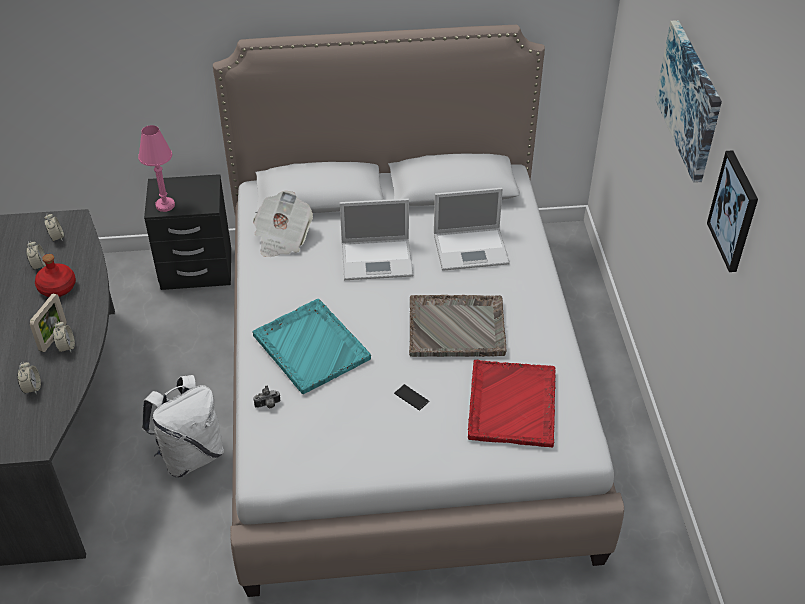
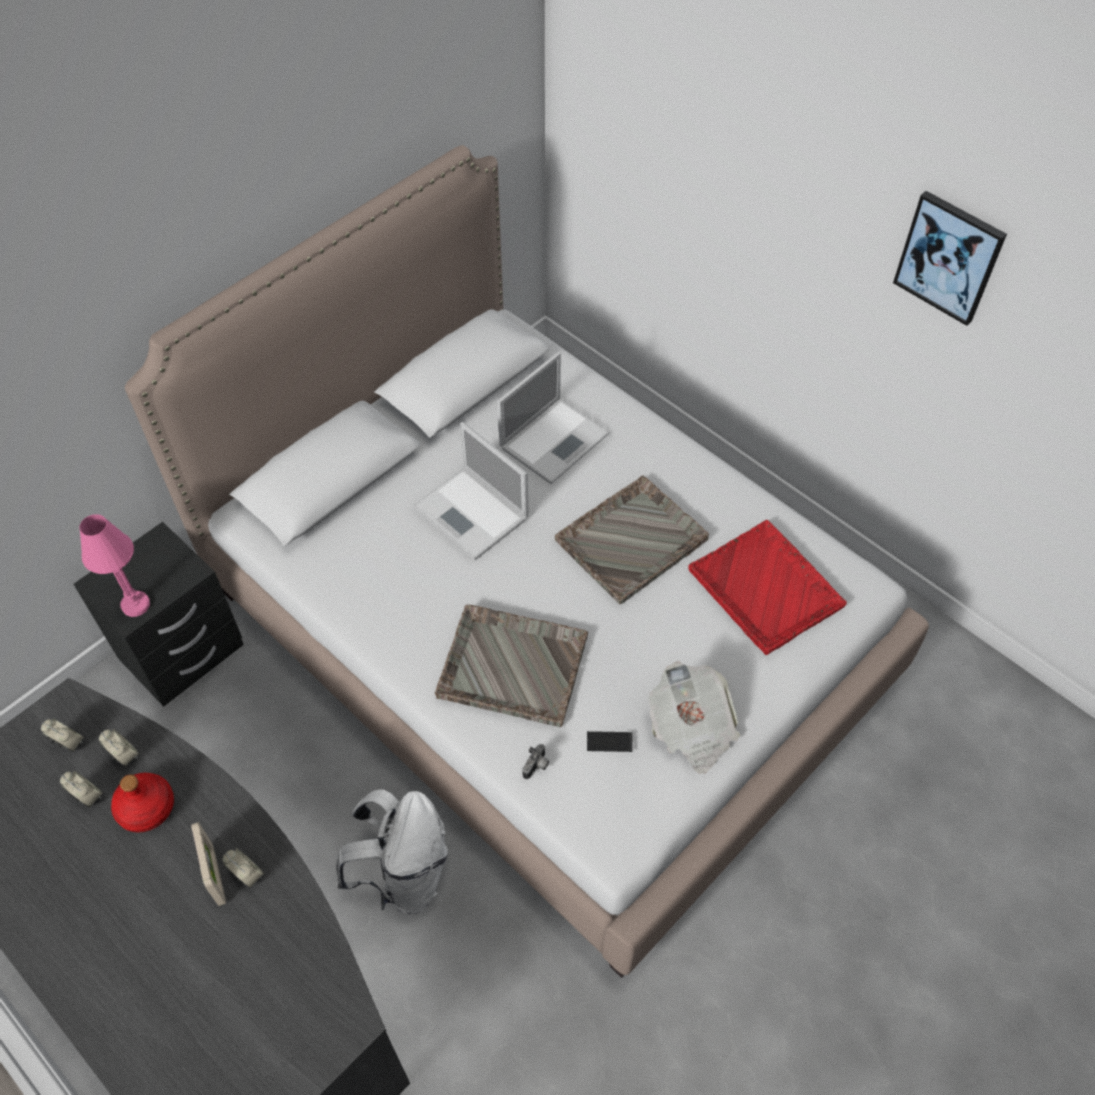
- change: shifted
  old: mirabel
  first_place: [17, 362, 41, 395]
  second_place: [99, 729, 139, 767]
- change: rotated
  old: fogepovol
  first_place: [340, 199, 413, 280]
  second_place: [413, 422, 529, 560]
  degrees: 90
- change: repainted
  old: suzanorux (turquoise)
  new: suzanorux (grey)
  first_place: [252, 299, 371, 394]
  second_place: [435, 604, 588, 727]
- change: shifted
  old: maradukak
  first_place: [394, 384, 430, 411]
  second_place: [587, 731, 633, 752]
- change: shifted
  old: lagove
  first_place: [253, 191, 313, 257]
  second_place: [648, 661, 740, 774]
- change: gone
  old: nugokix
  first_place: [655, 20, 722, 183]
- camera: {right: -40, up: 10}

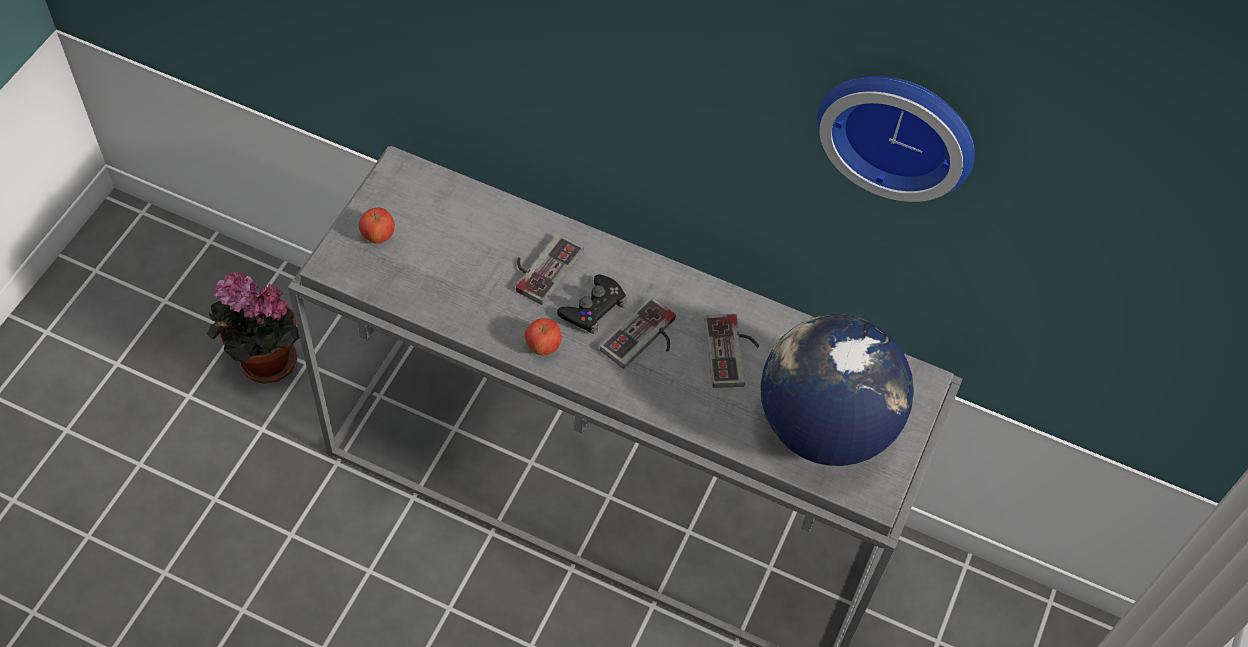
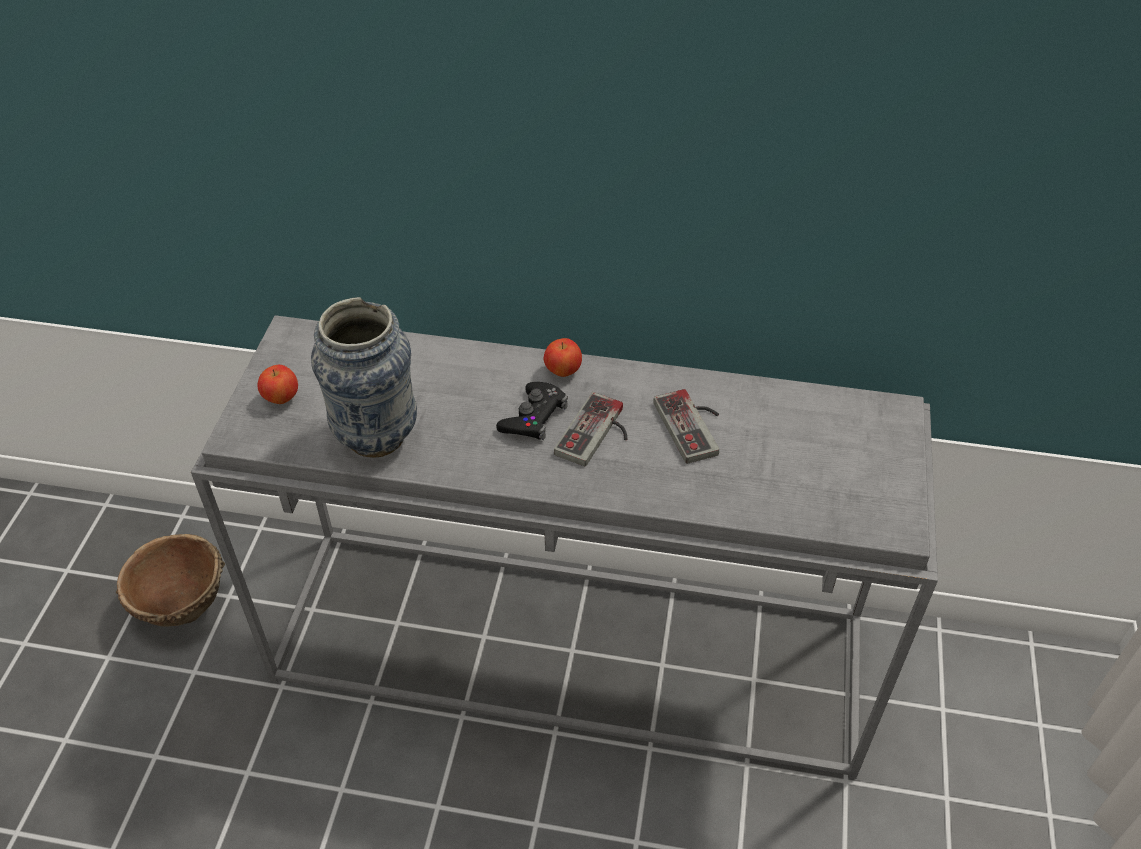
- change: swapped
  old: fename
  new: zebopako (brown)
  first_place: [207, 271, 300, 384]
  second_place: [116, 534, 225, 627]
- change: new
  new: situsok
  second_place: [311, 297, 417, 458]
- change: shifted
  old: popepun
  first_place: [525, 318, 562, 355]
  second_place: [544, 338, 582, 377]
- change: gone
  old: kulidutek
  first_place: [516, 234, 584, 305]
- change: gone
  old: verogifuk
  first_place: [761, 314, 914, 466]
- change: gone
  old: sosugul
  first_place: [817, 76, 975, 202]
- camera: {right: -10, up: -10}

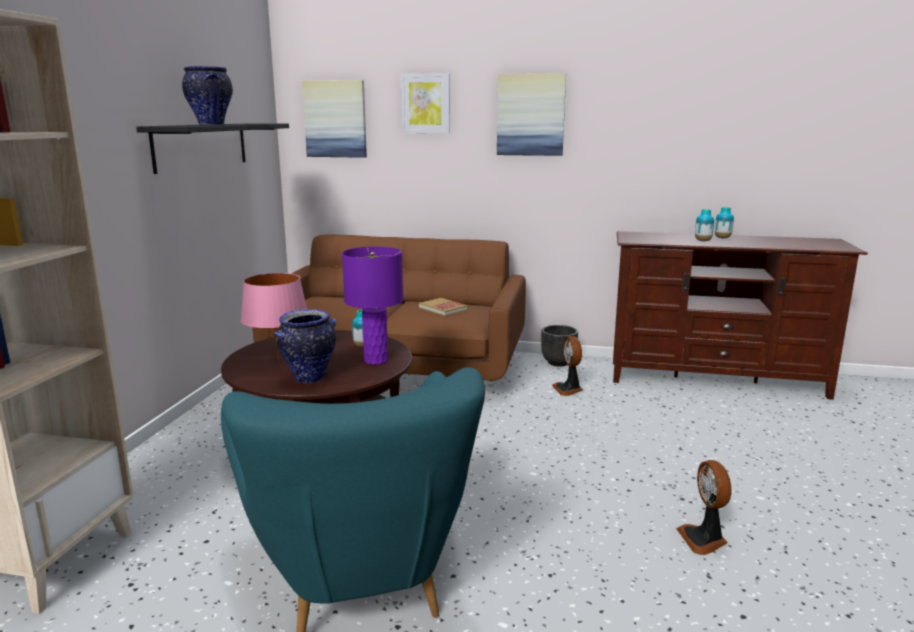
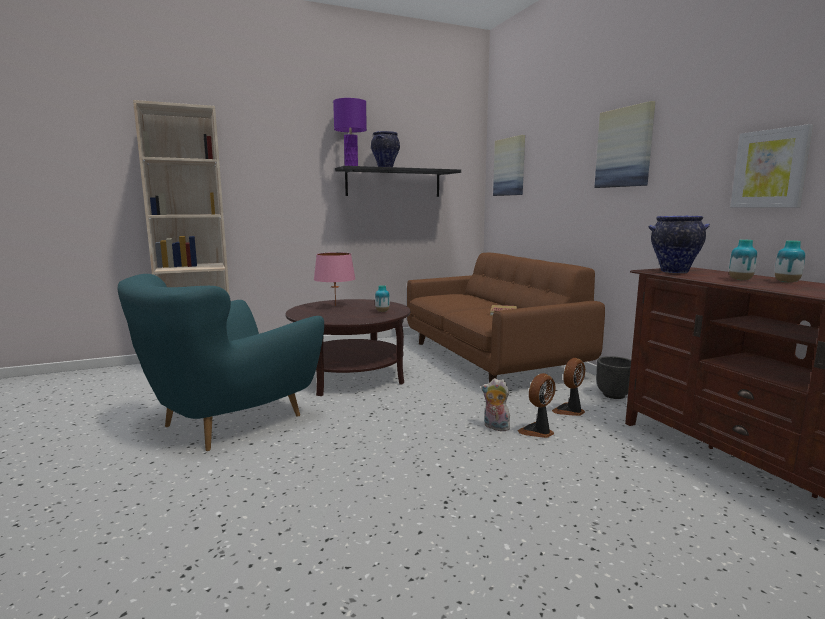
- change: shifted
  old: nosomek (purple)
  first_place: [342, 246, 403, 365]
  second_place: [333, 98, 367, 166]
- change: new
  new: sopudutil
  second_place: [481, 378, 510, 431]
- change: shifted
  old: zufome
  first_place: [676, 460, 731, 555]
  second_place: [518, 373, 556, 438]
- change: shifted
  old: situsok
  first_place: [273, 309, 336, 383]
  second_place: [648, 216, 710, 273]
- change: shifted
  old: nugokix
  first_place: [401, 73, 450, 133]
  second_place: [730, 124, 813, 207]
- camera: {right: 55, up: -5}

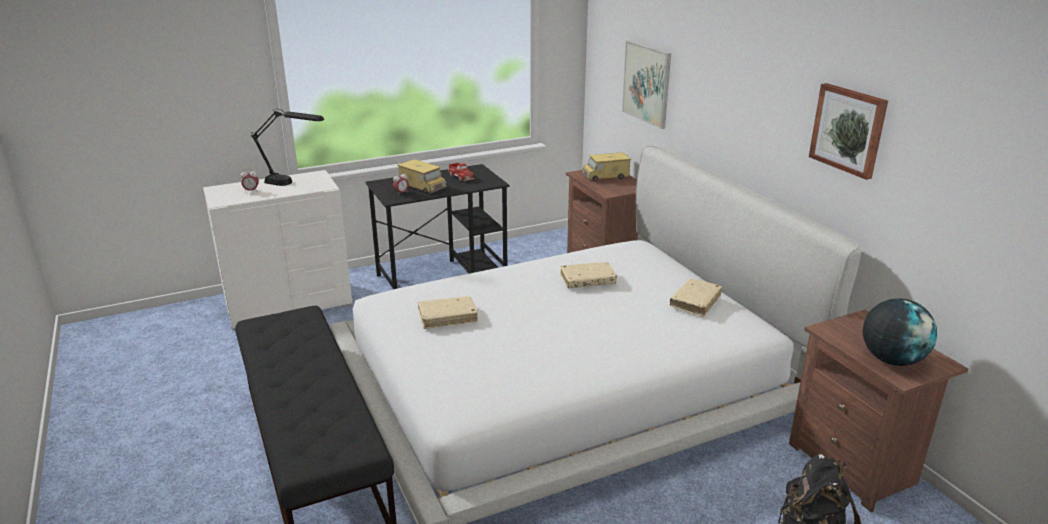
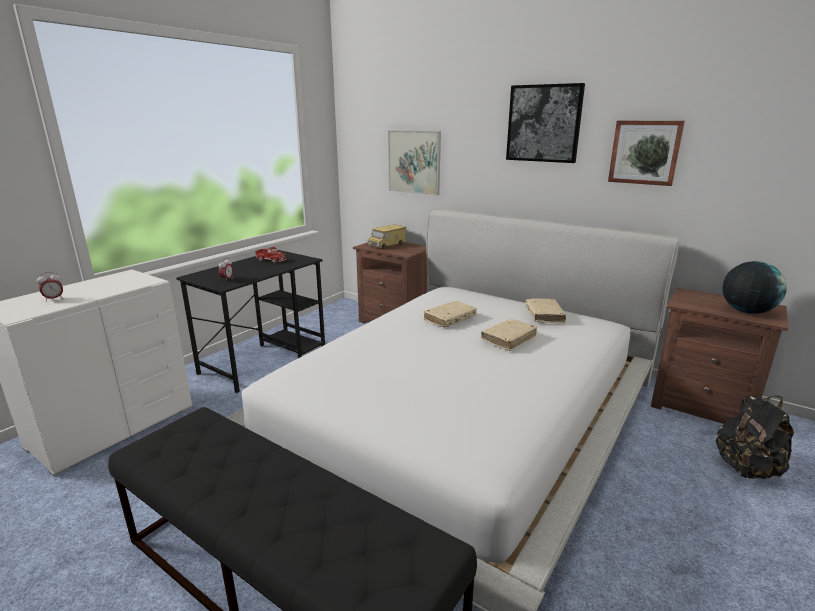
- change: shifted
  old: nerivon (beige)
  first_place: [418, 296, 478, 329]
  second_place: [481, 319, 537, 351]
- change: new
  new: nugokix
  second_place: [506, 83, 585, 163]
- change: gone
  old: nosomek (black)
  first_place: [251, 109, 324, 186]
- change: gone
  old: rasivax
  first_place: [397, 159, 447, 194]
- camera: {right: -30, up: -5}

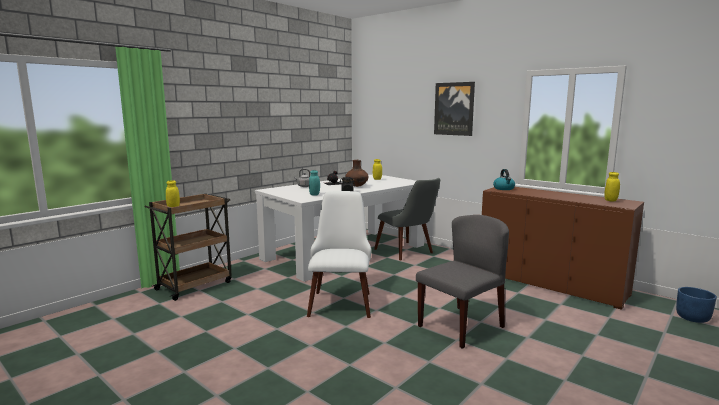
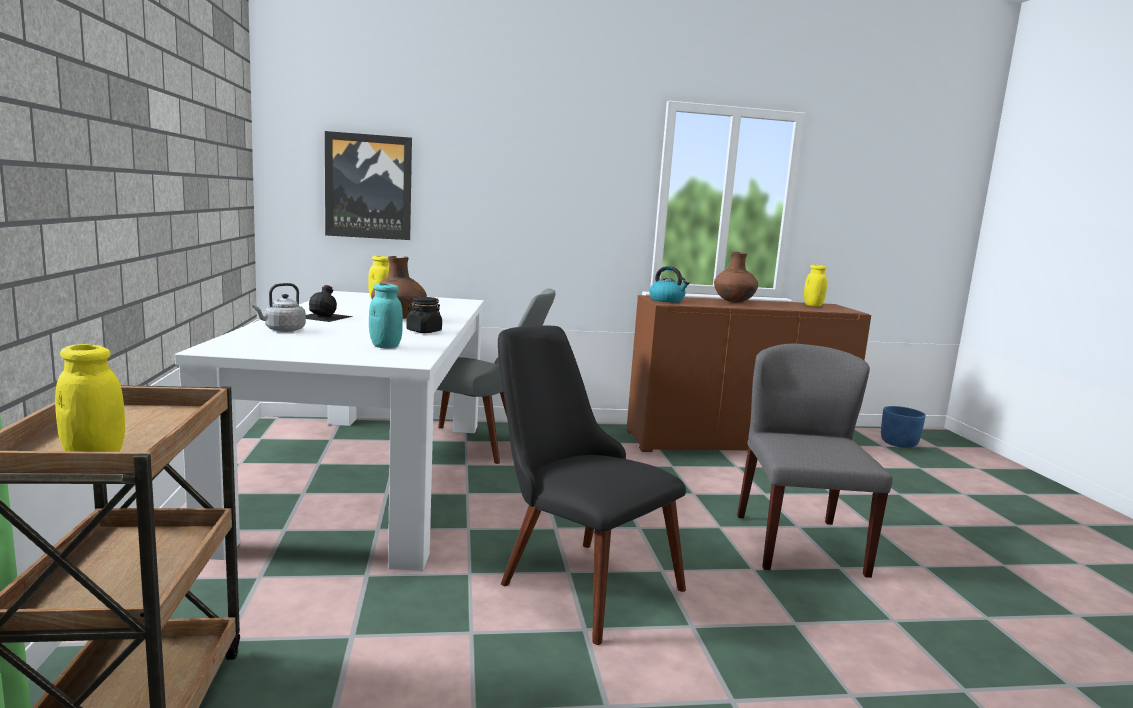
- change: shifted
  old: nugokix
  first_place: [434, 82, 475, 136]
  second_place: [325, 131, 412, 240]
- change: repainted
  old: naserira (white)
  new: naserira (black)
  first_place: [307, 191, 371, 318]
  second_place: [498, 325, 686, 645]
- change: new
  new: situsok (brown)
  second_place: [714, 252, 758, 303]
- camera: {right: -50, up: 0}

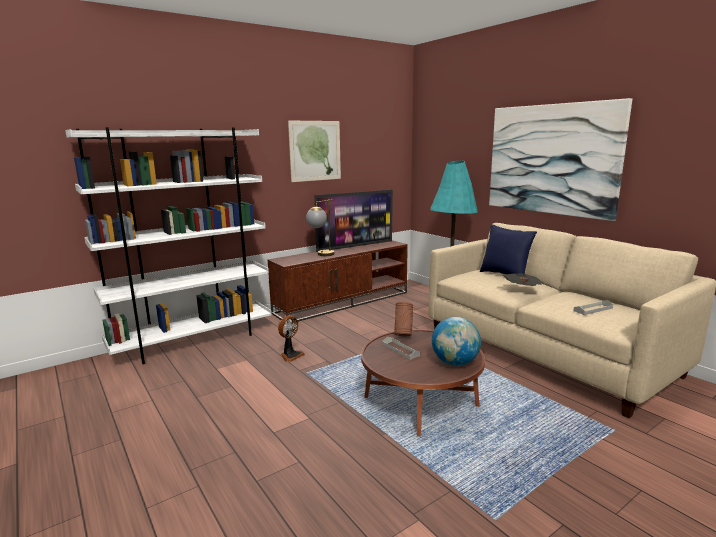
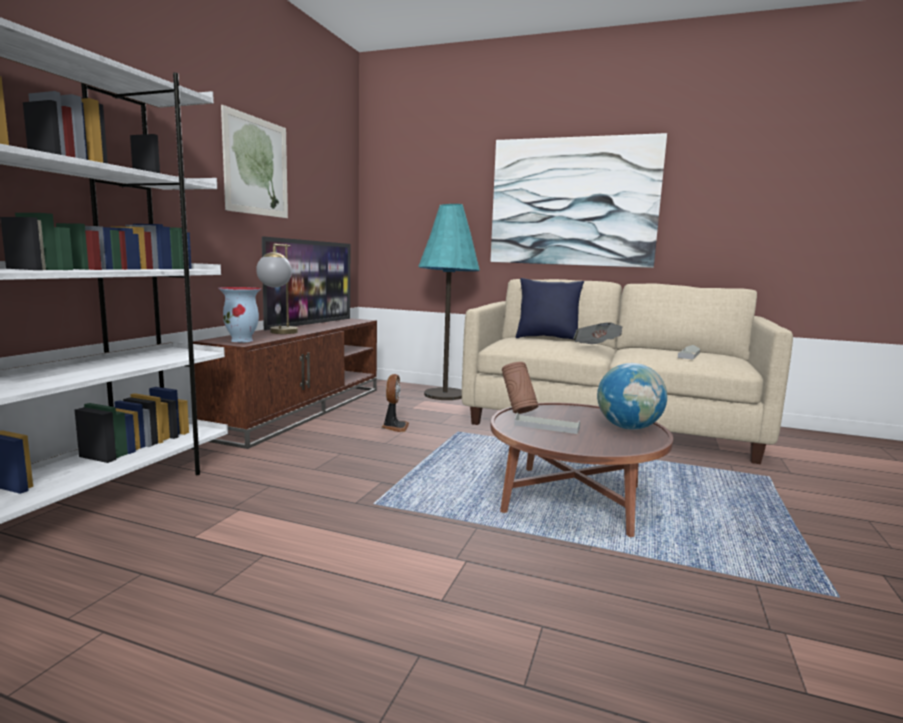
- change: new
  new: situsok
  second_place: [218, 287, 261, 343]
- change: shifted
  old: zufome
  first_place: [278, 316, 305, 362]
  second_place: [382, 374, 409, 432]
- camera: {right: -35, up: -5}

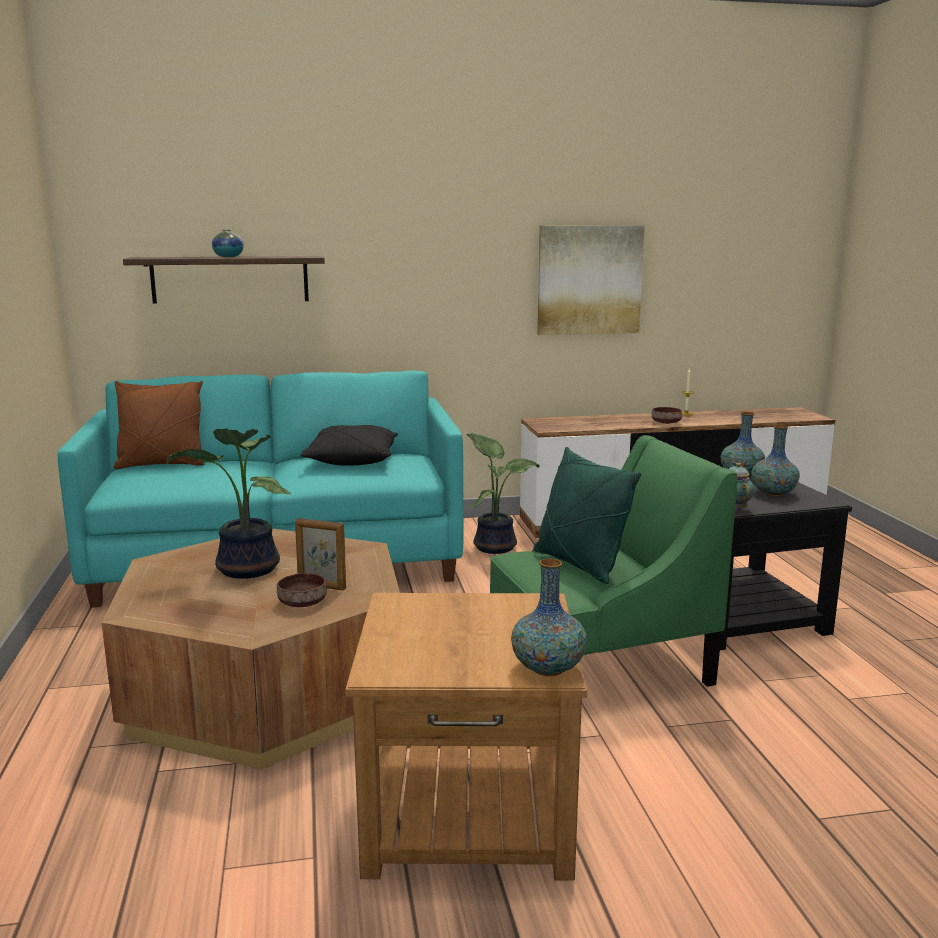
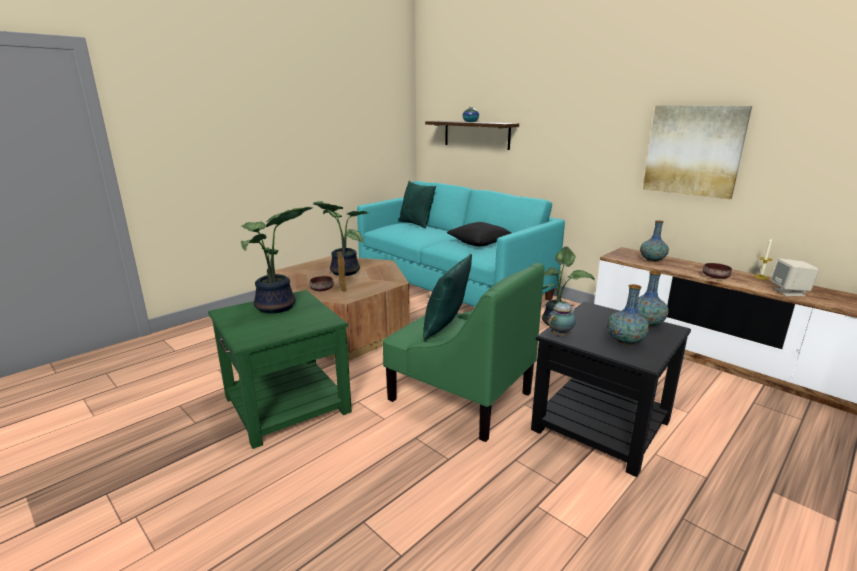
- change: repainted
  old: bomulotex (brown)
  new: bomulotex (green)
  first_place: [345, 593, 587, 881]
  second_place: [208, 290, 352, 449]
- change: new
  new: fename
  second_place: [240, 207, 313, 314]
- change: repainted
  old: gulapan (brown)
  new: gulapan (green)
  first_place: [113, 381, 205, 469]
  second_place: [398, 181, 436, 228]
- change: shifted
  old: situsok
  first_place: [511, 559, 587, 676]
  second_place: [640, 220, 669, 262]
- change: new
  new: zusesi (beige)
  second_place: [771, 258, 819, 296]
- camera: {right: 55, up: 5}

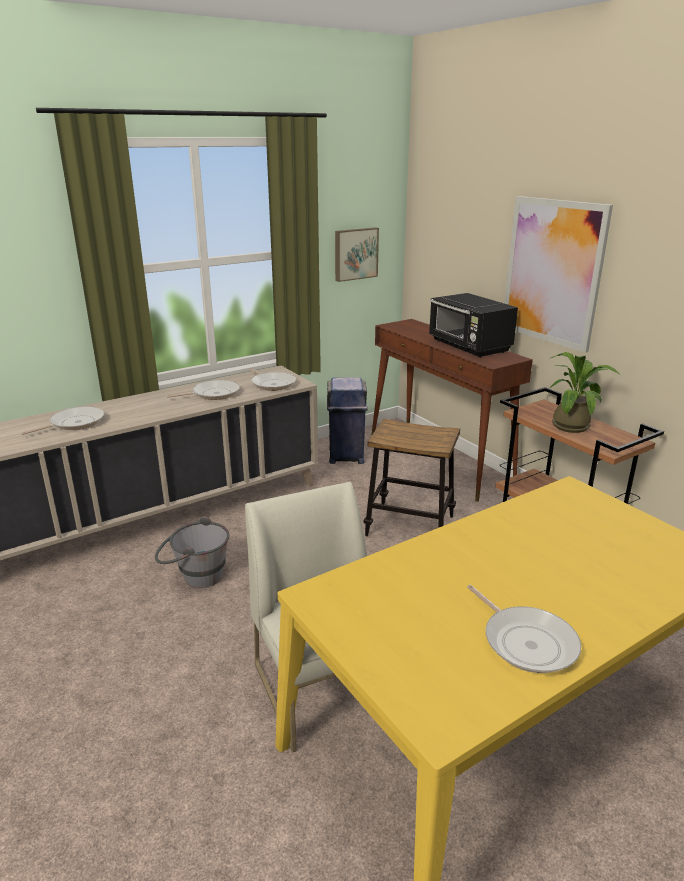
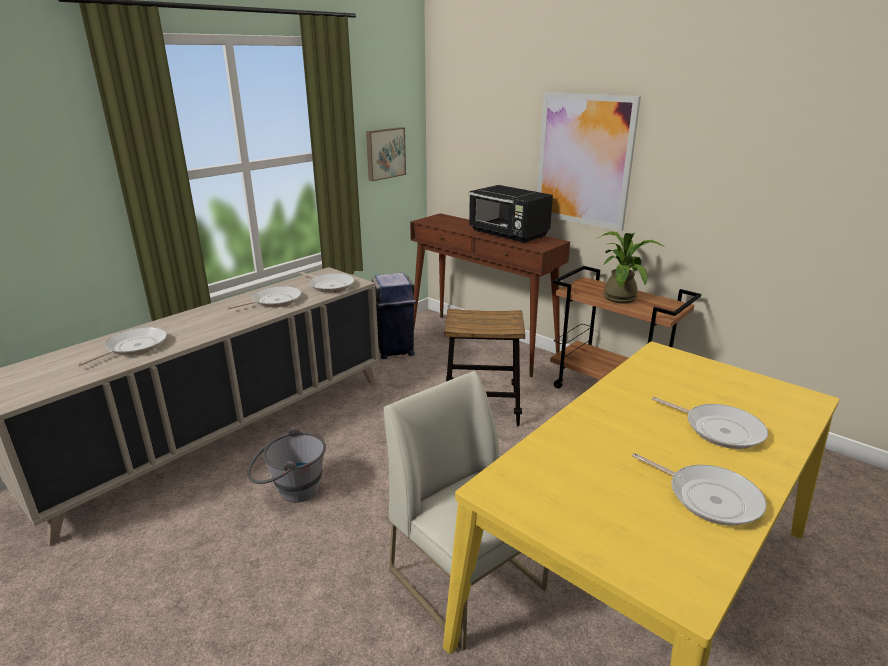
- change: new
  new: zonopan
  second_place: [652, 397, 768, 449]
- camera: {right: -15, up: 0}

